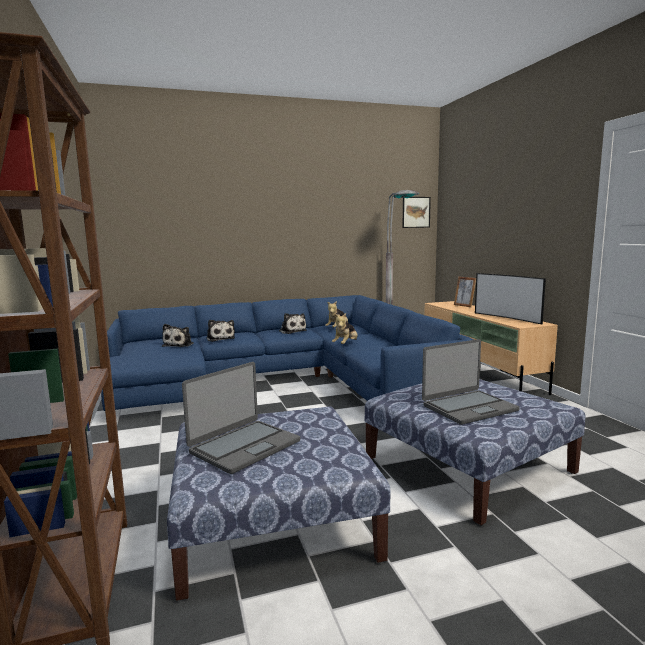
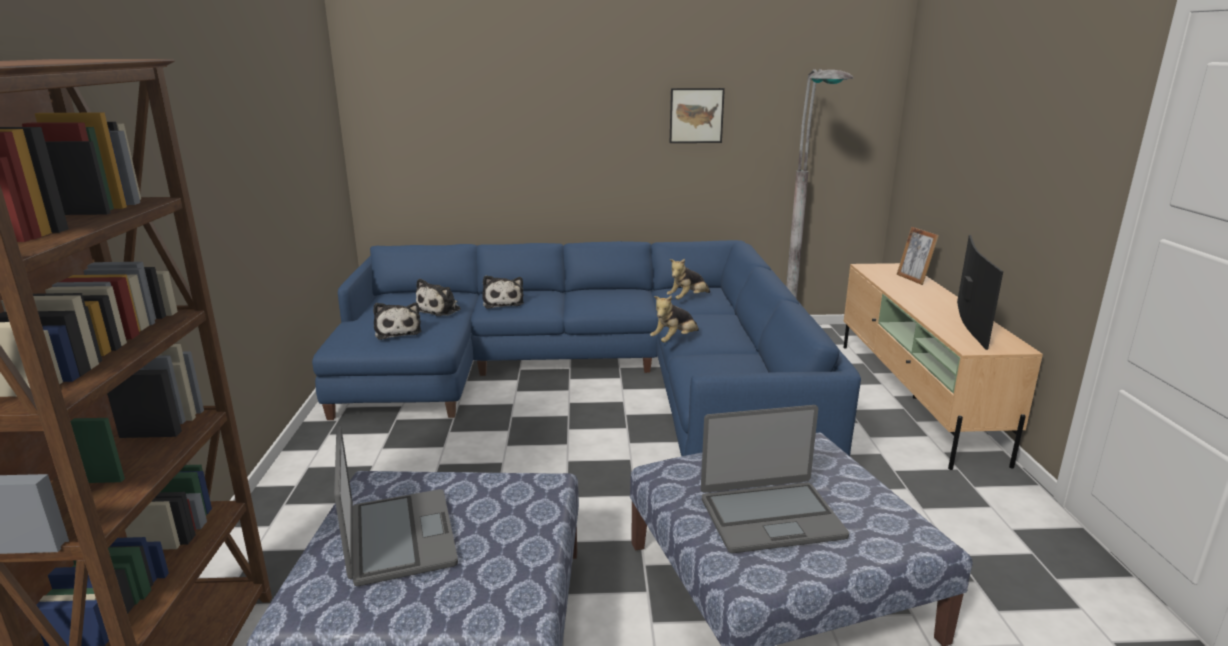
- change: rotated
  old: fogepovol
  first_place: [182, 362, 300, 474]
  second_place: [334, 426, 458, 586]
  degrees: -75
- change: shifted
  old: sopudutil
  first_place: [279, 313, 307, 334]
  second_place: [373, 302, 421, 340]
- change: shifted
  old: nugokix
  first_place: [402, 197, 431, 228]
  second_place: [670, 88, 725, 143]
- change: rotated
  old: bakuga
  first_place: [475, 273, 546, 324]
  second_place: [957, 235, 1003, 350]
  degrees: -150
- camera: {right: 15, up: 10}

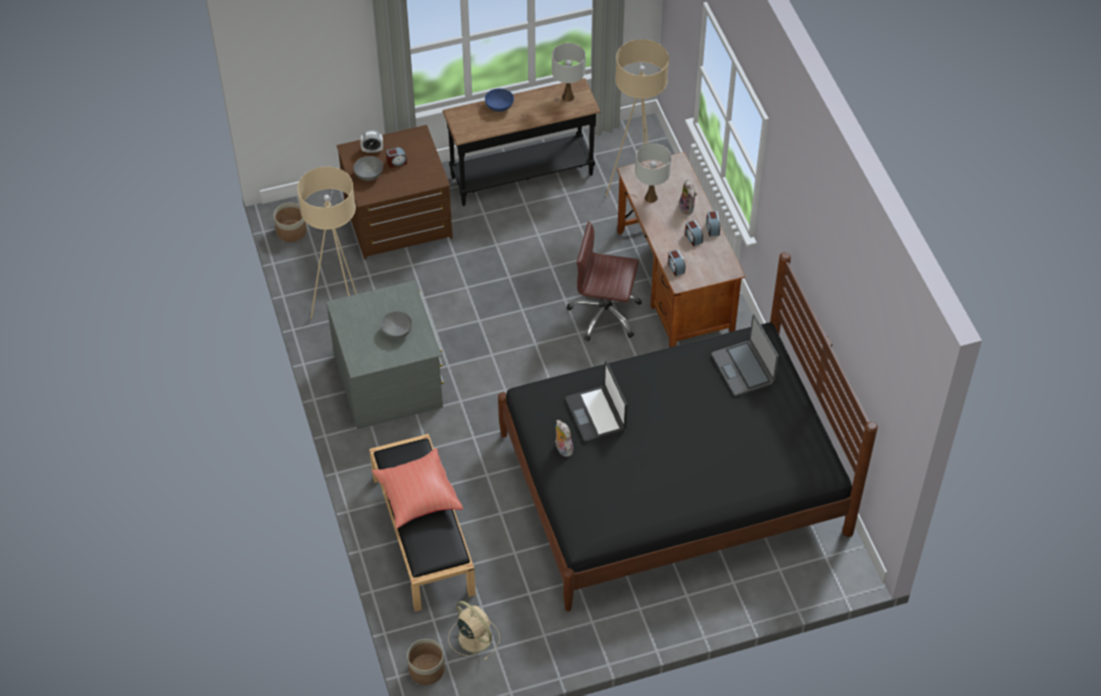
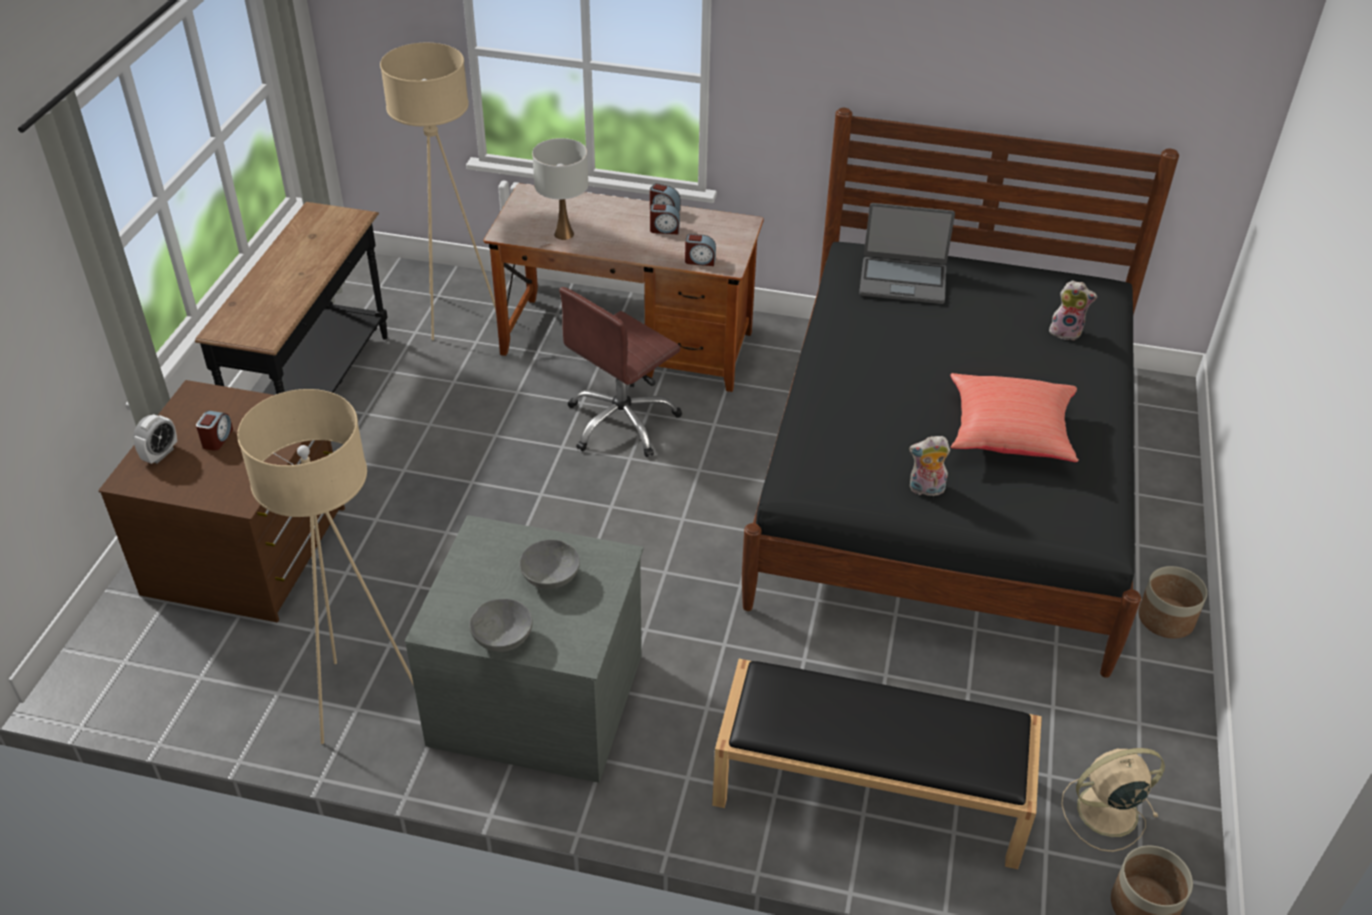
- change: shifted
  old: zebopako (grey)
  first_place: [354, 156, 383, 181]
  second_place: [469, 599, 532, 652]
- change: shifted
  old: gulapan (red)
  first_place: [372, 448, 463, 529]
  second_place: [950, 373, 1079, 462]
- change: shifted
  old: sopudutil
  first_place: [679, 179, 697, 215]
  second_place: [1049, 281, 1097, 340]
- change: shifted
  old: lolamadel
  first_place: [274, 203, 307, 242]
  second_place: [1138, 566, 1207, 639]
- change: gone
  old: zebopako (blue)
  first_place: [485, 88, 514, 112]
- change: gone
  old: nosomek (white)
  first_place: [552, 43, 585, 102]
- change: gone
  old: fogepovol
  first_place: [566, 361, 627, 441]
- camera: {right: -60, up: -10}

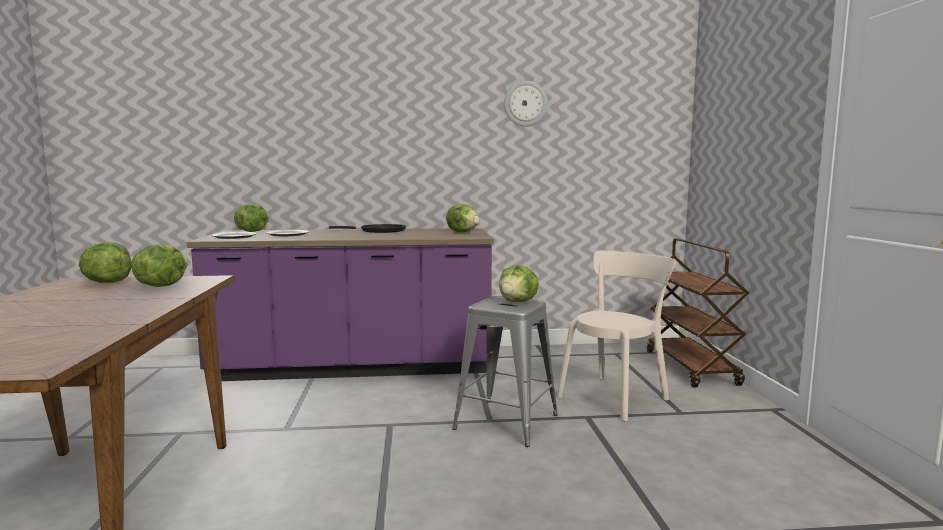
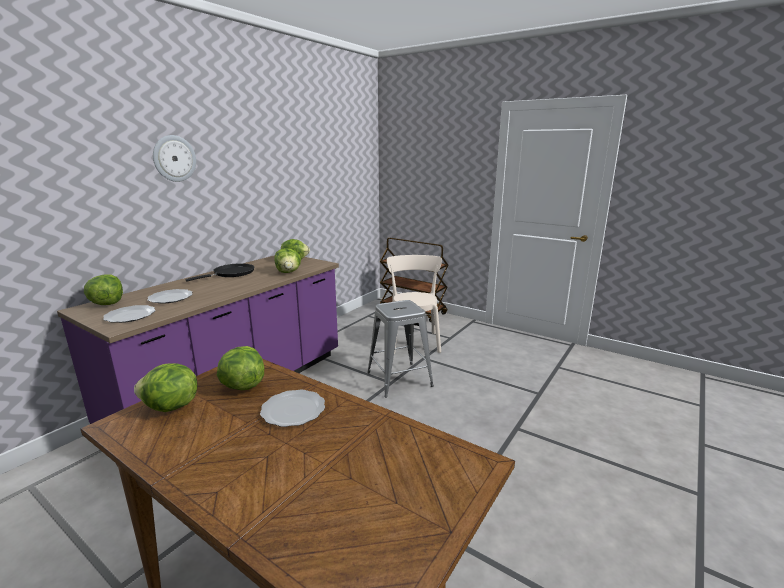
- change: shifted
  old: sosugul
  first_place: [504, 81, 548, 127]
  second_place: [153, 135, 196, 182]
- change: new
  new: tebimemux
  second_place: [260, 390, 325, 427]
- change: shifted
  old: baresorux
  first_place: [499, 265, 539, 302]
  second_place: [274, 248, 301, 273]
- camera: {right: -50, up: 10}

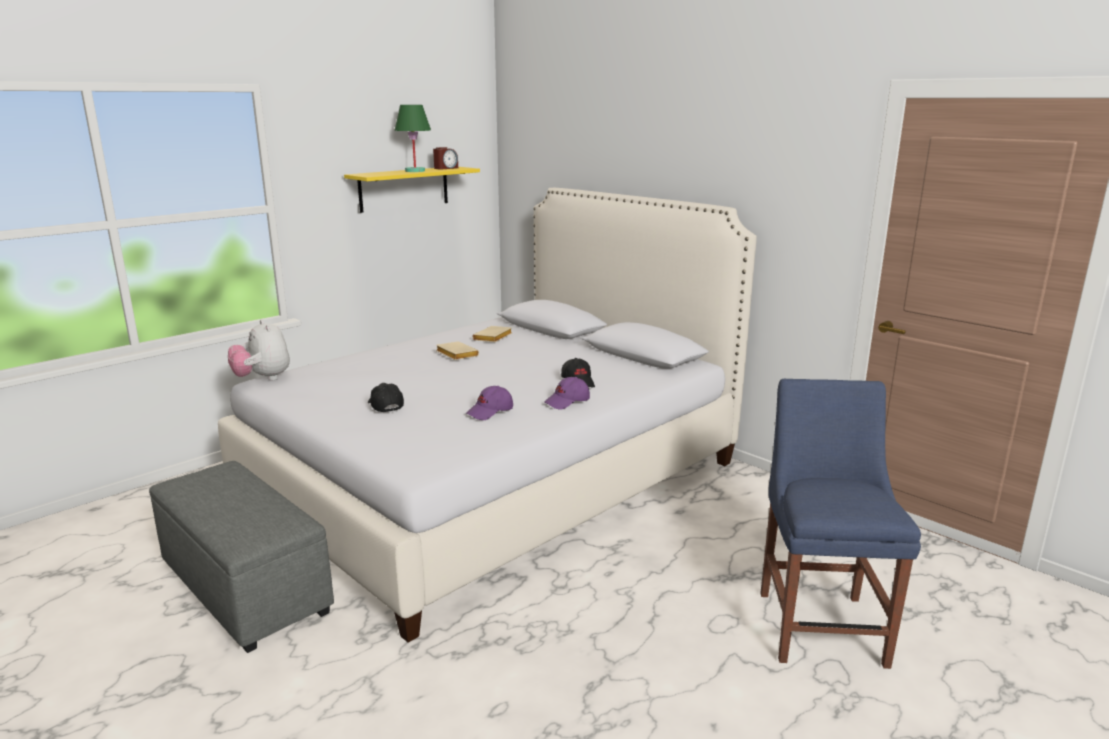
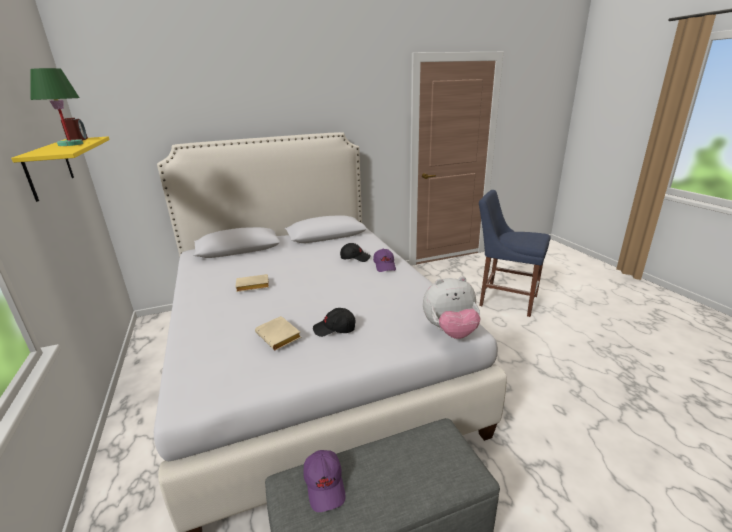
- change: shifted
  old: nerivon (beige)
  first_place: [473, 326, 512, 342]
  second_place: [255, 316, 301, 350]
- change: shifted
  old: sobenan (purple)
  first_place: [466, 386, 513, 420]
  second_place: [303, 450, 346, 512]
- change: shifted
  old: sopudutil
  first_place: [228, 320, 290, 381]
  second_place: [423, 276, 481, 339]
- camera: {right: -65, up: 5}

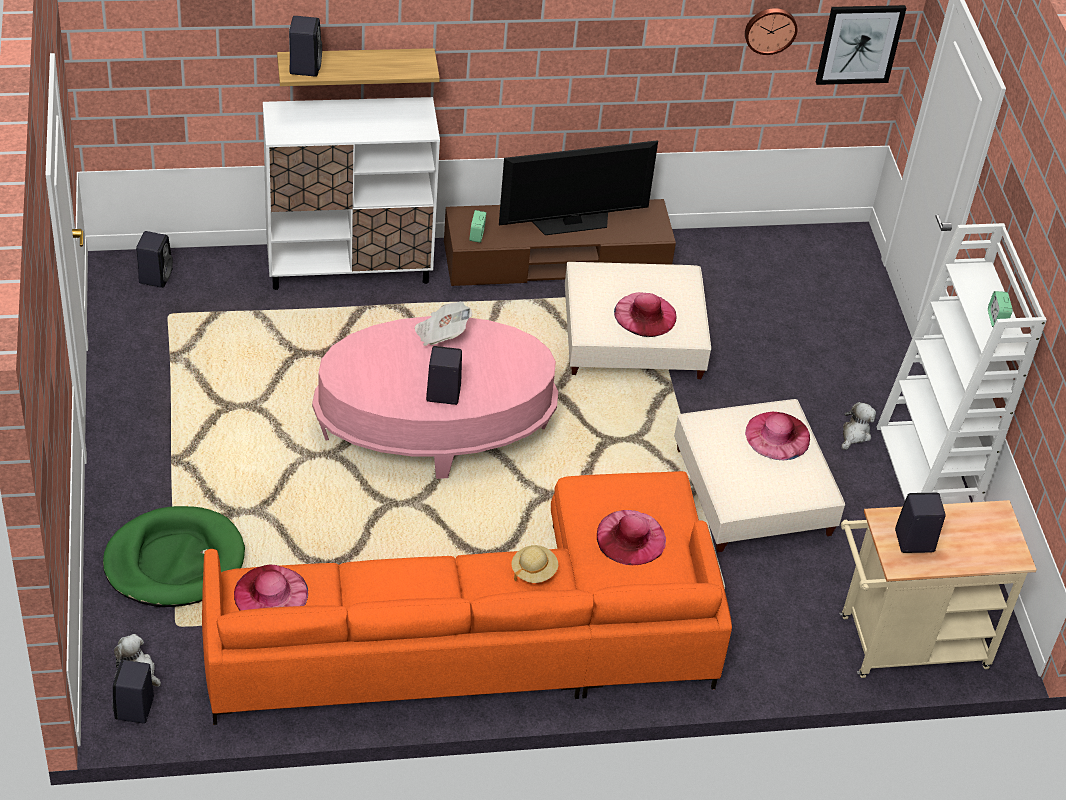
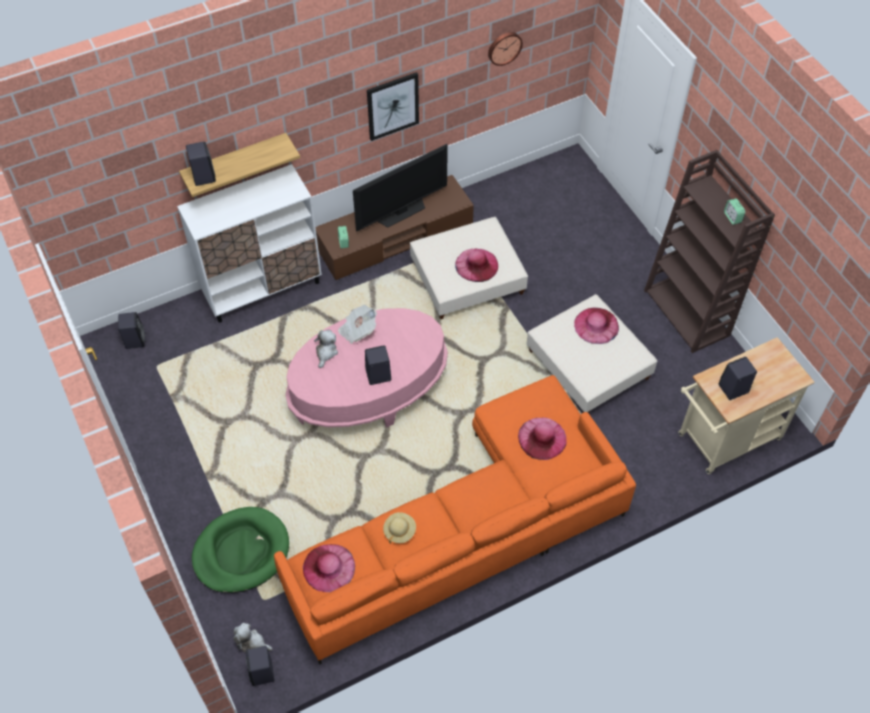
- change: shifted
  old: sopudutil
  first_place: [841, 402, 876, 450]
  second_place: [314, 330, 338, 368]
- change: shifted
  old: nugokix
  first_place: [816, 5, 906, 85]
  second_place: [367, 72, 419, 141]
- change: shifted
  old: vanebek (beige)
  first_place: [511, 545, 558, 583]
  second_place: [383, 512, 416, 544]
- change: repainted
  old: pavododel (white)
  new: pavododel (brown)
  first_place: [877, 223, 1047, 504]
  second_place: [644, 150, 775, 353]
- camera: {right: -15, up: 10}

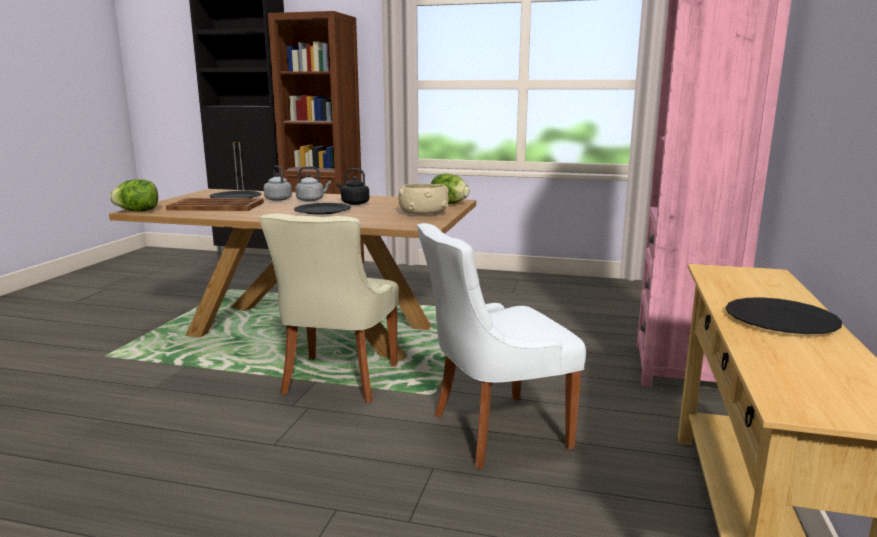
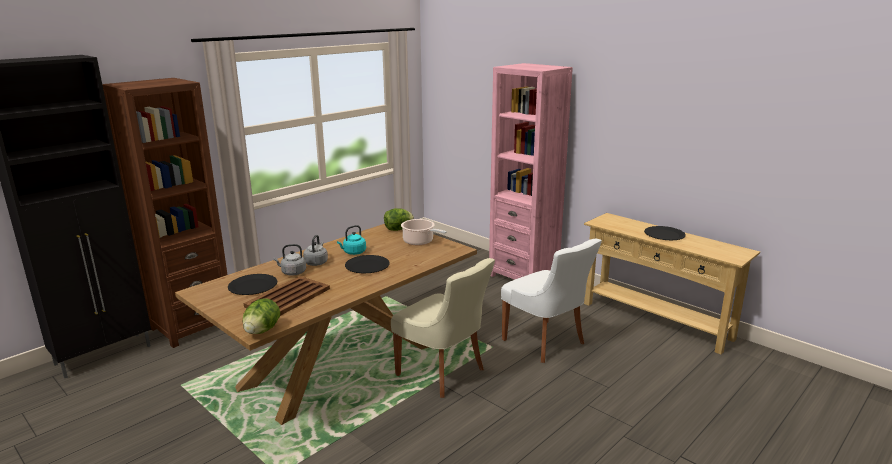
- change: repainted
  old: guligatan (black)
  new: guligatan (turquoise)
  first_place: [336, 168, 369, 205]
  second_place: [337, 225, 366, 255]
- change: swapped
  old: zebopako (beige)
  new: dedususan
  first_place: [398, 183, 449, 214]
  second_place: [401, 219, 447, 245]
- change: rotated
  old: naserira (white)
  first_place: [417, 223, 586, 469]
  second_place: [501, 239, 602, 363]
  degrees: -45
- camera: {right: -60, up: 5}

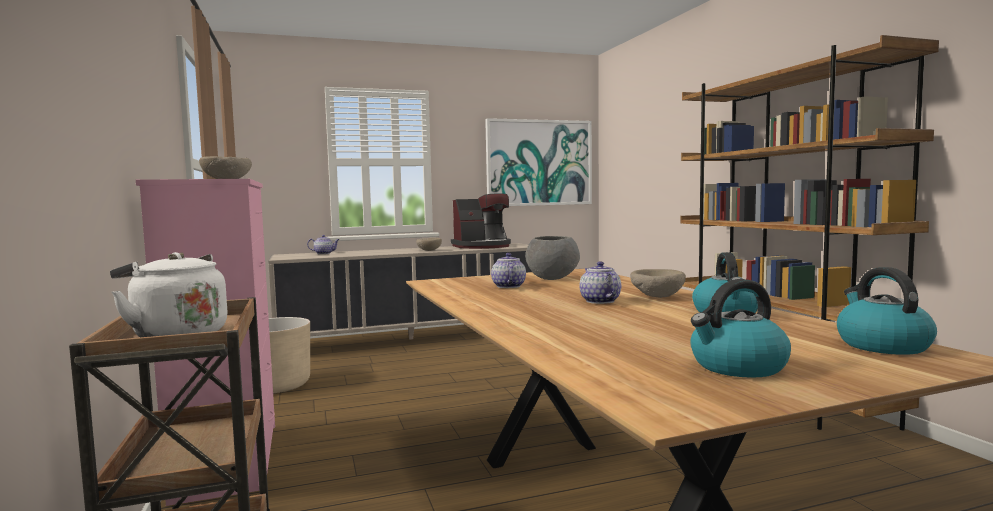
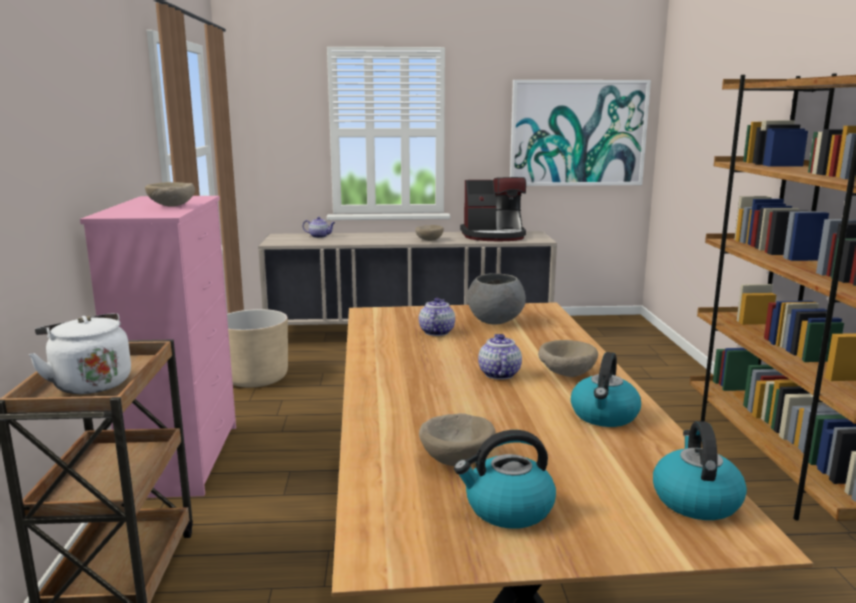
- change: new
  new: zebopako (beige)
  second_place: [419, 413, 496, 466]
- camera: {right: 15, up: 10}

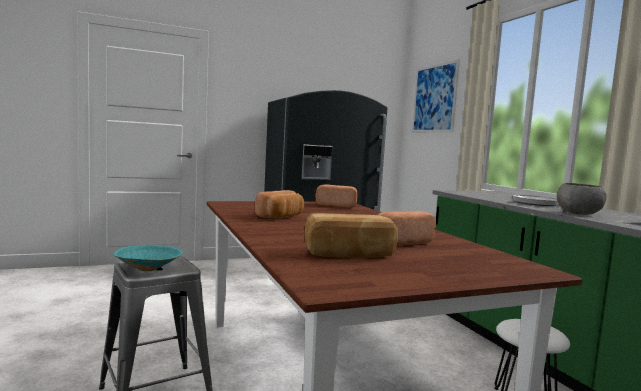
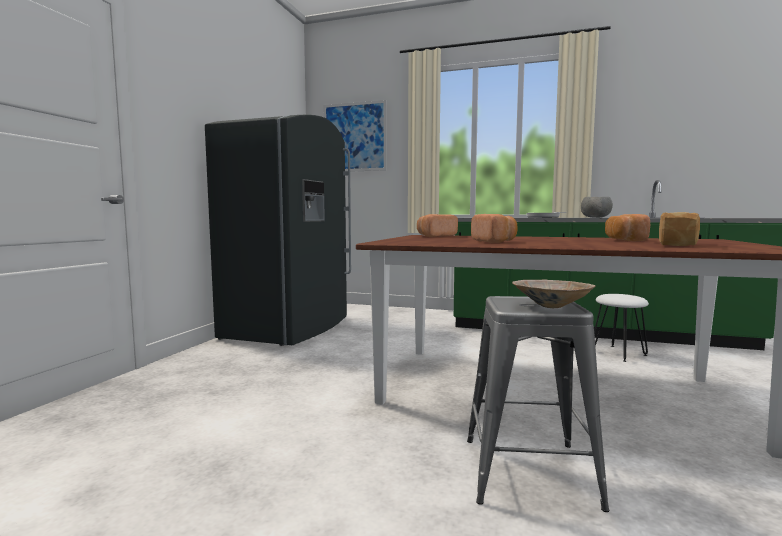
- change: repainted
  old: zebopako (turquoise)
  new: zebopako (beige)
  first_place: [114, 245, 183, 271]
  second_place: [512, 280, 596, 308]
- camera: {right: -50, up: 0}

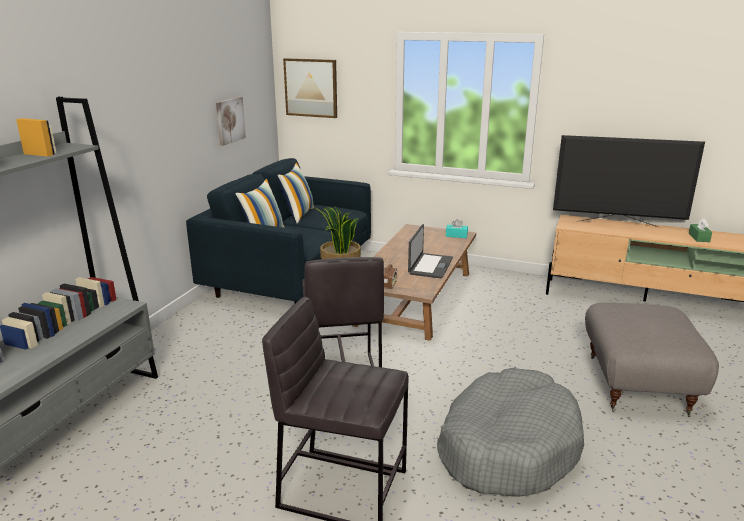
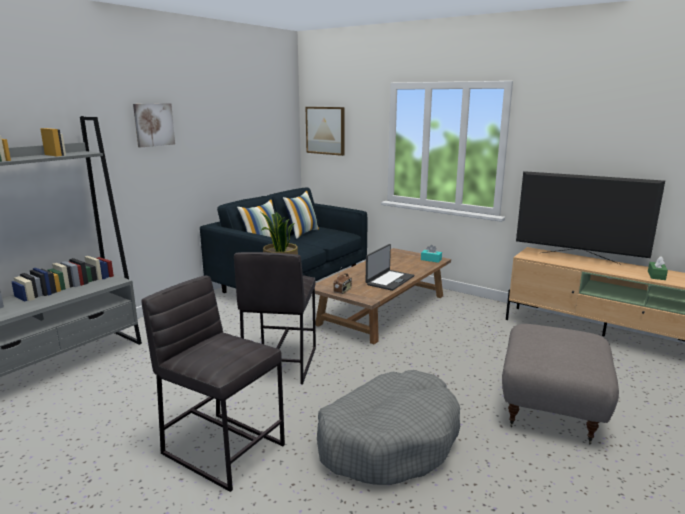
- change: shifted
  old: nugokix
  first_place: [216, 97, 246, 146]
  second_place: [133, 103, 175, 147]
- camera: {right: 15, up: -5}

